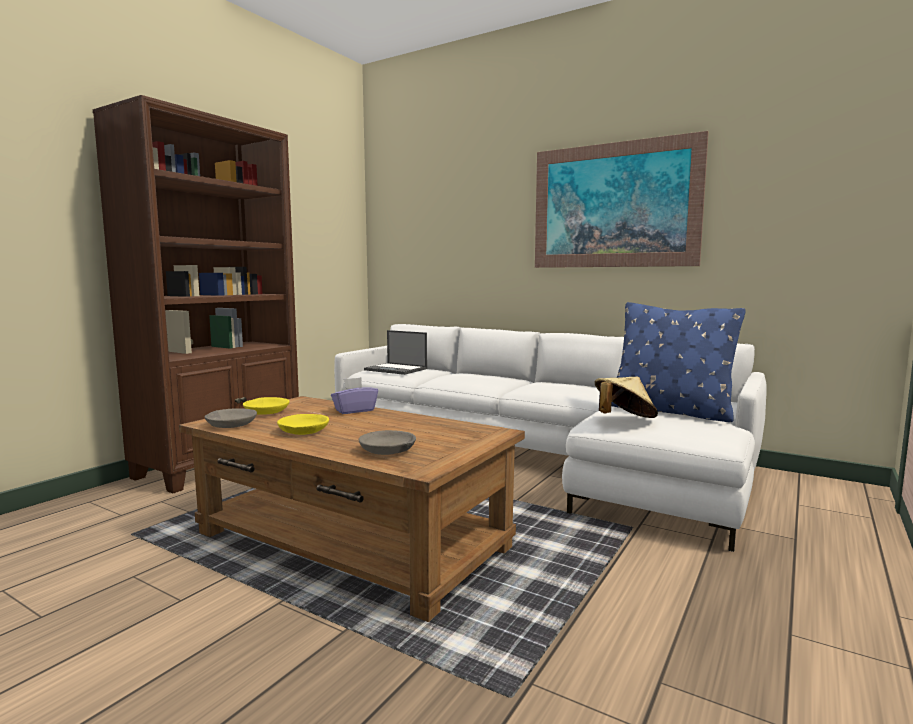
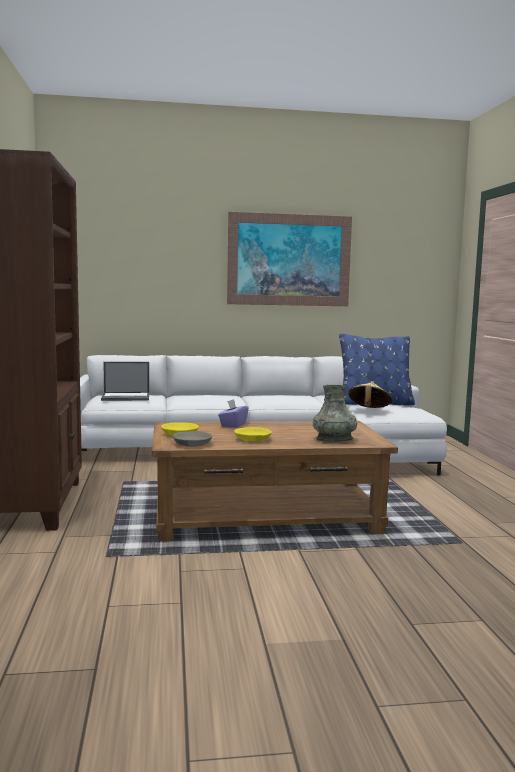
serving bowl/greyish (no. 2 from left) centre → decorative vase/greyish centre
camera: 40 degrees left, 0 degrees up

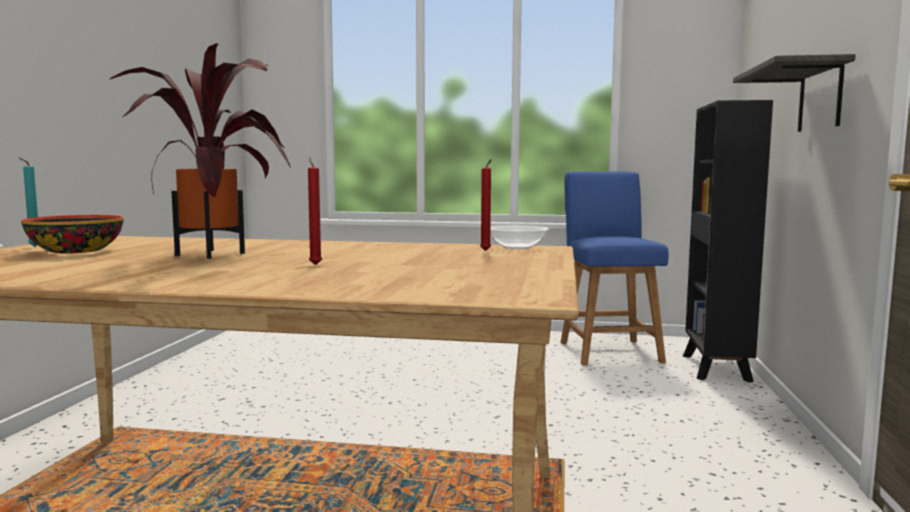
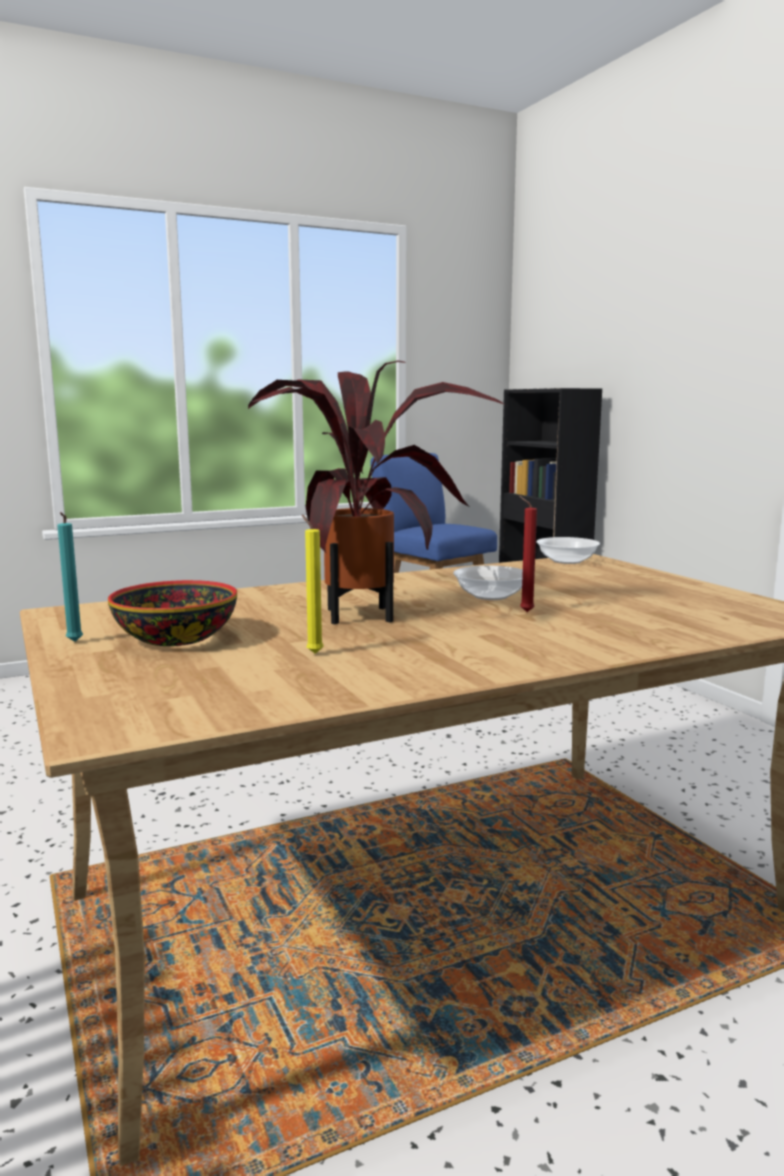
wax candle/reddish (no. 2 from left) centre → -
shelf top right → -
- → wax candle/yellowish centre
- → serving bowl (no. 2 from left) centre
camera: 35 degrees left, 5 degrees up

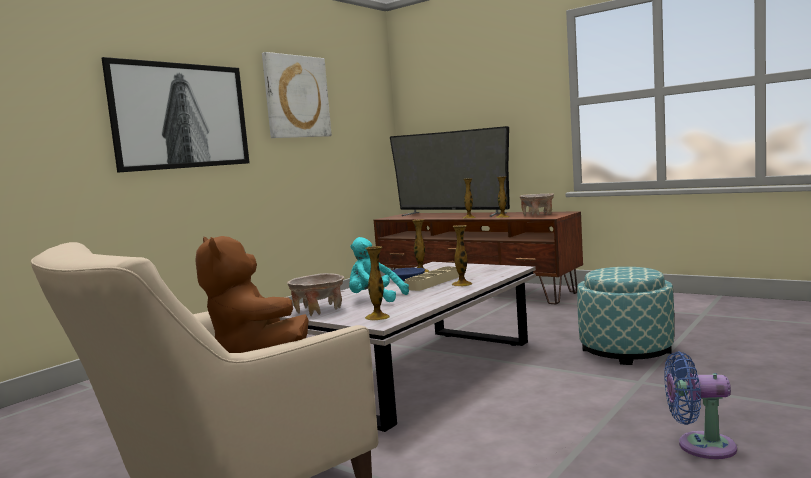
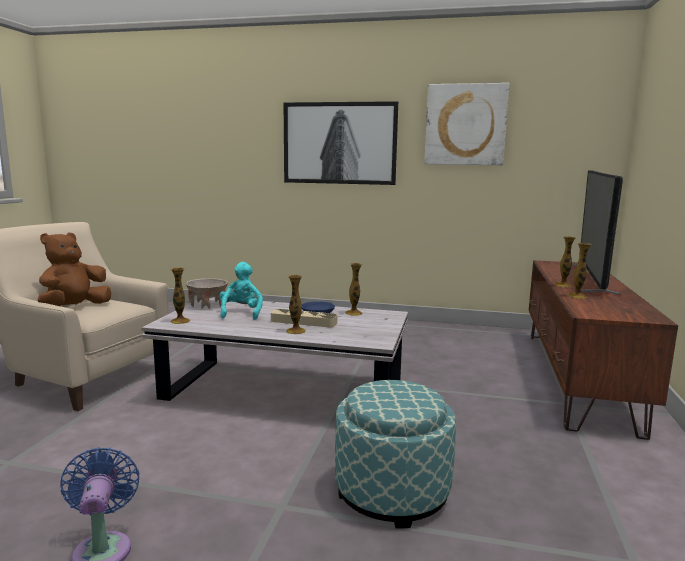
serving bowl/sand-coloured (no. 2 from left) centre → -
camera: 65 degrees right, 5 degrees up

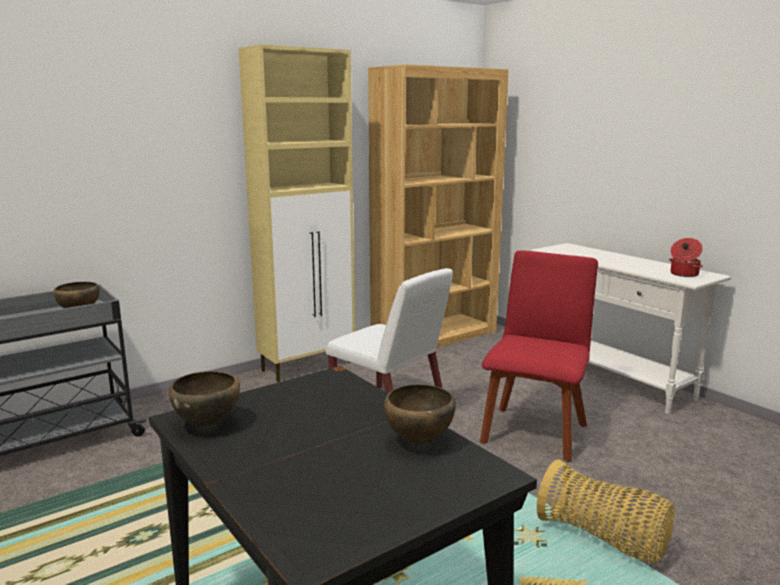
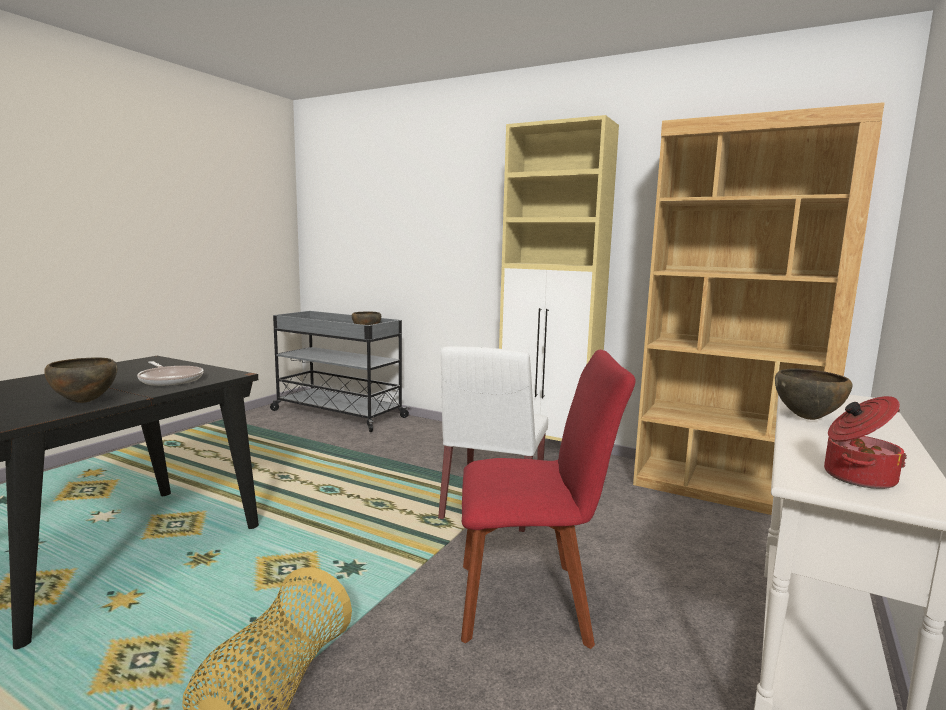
serving bowl/brown-coloured (no. 2 from left in the first image) bottom left → serving bowl/brown-coloured (no. 3 from left) middle right, shifted
- → skillet middle left
camera: 65 degrees right, 5 degrees down

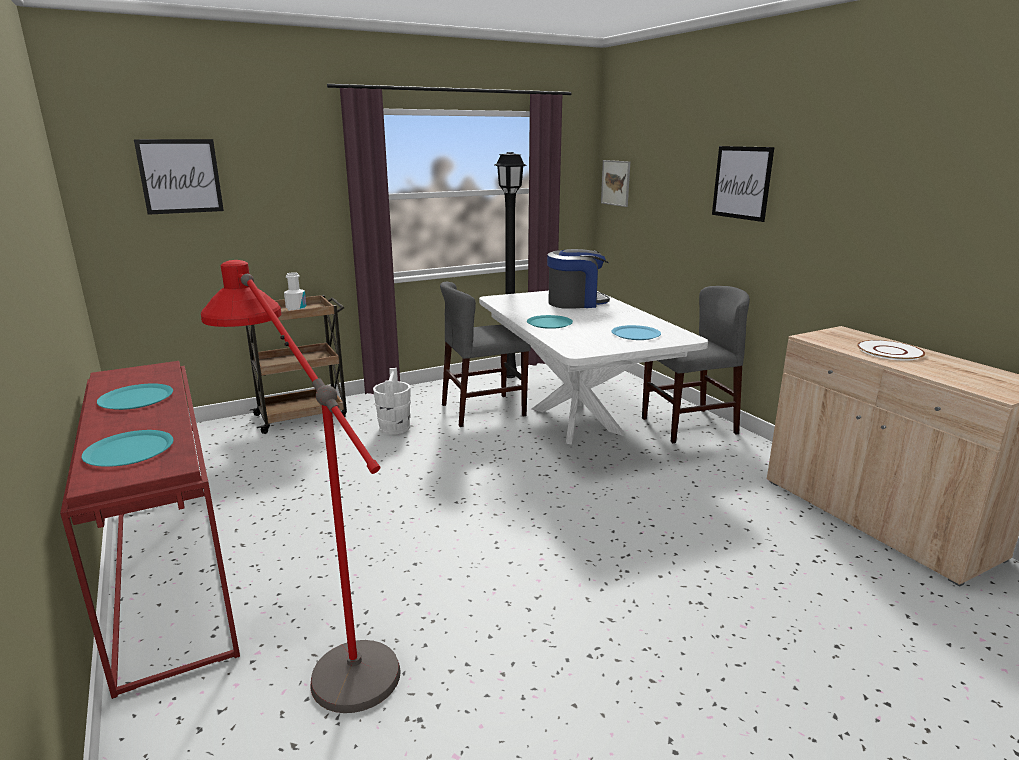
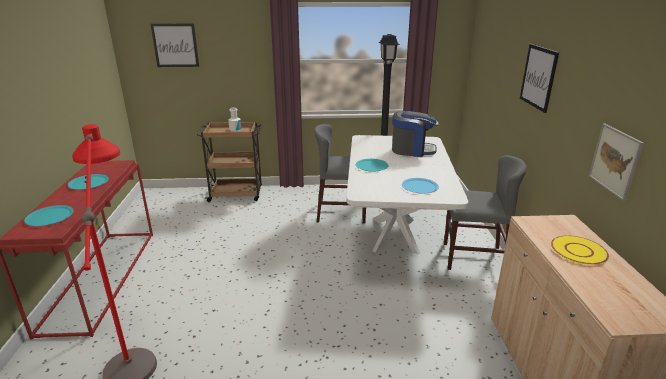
pail/white centre → -
picture (no. 2 from left in the first image) top centre → picture (no. 3 from left) middle right, shifted
flat dish/white middle right → flat dish/yellowish middle right
camera: 25 degrees right, 5 degrees up

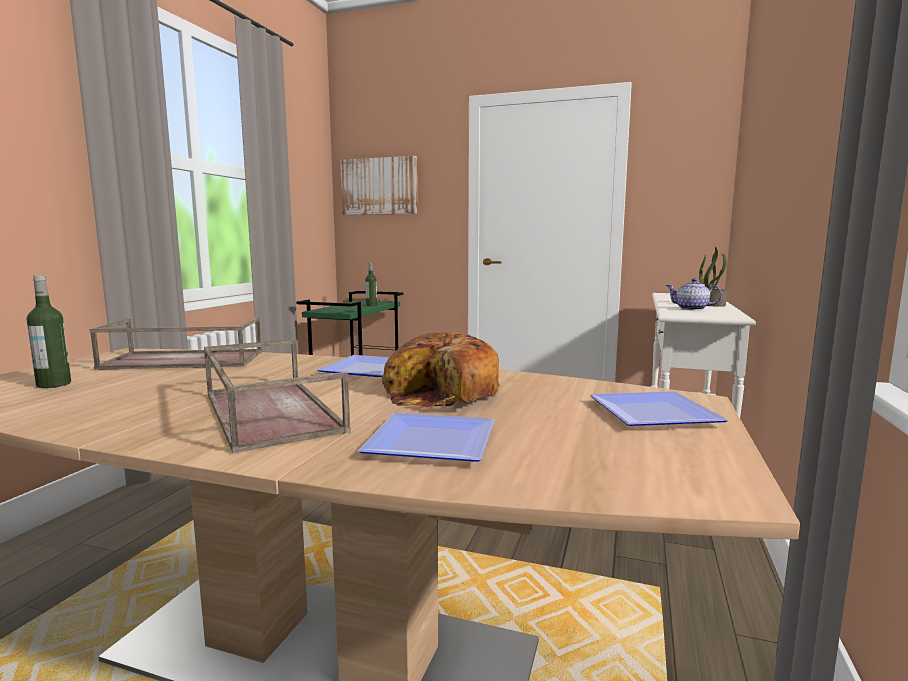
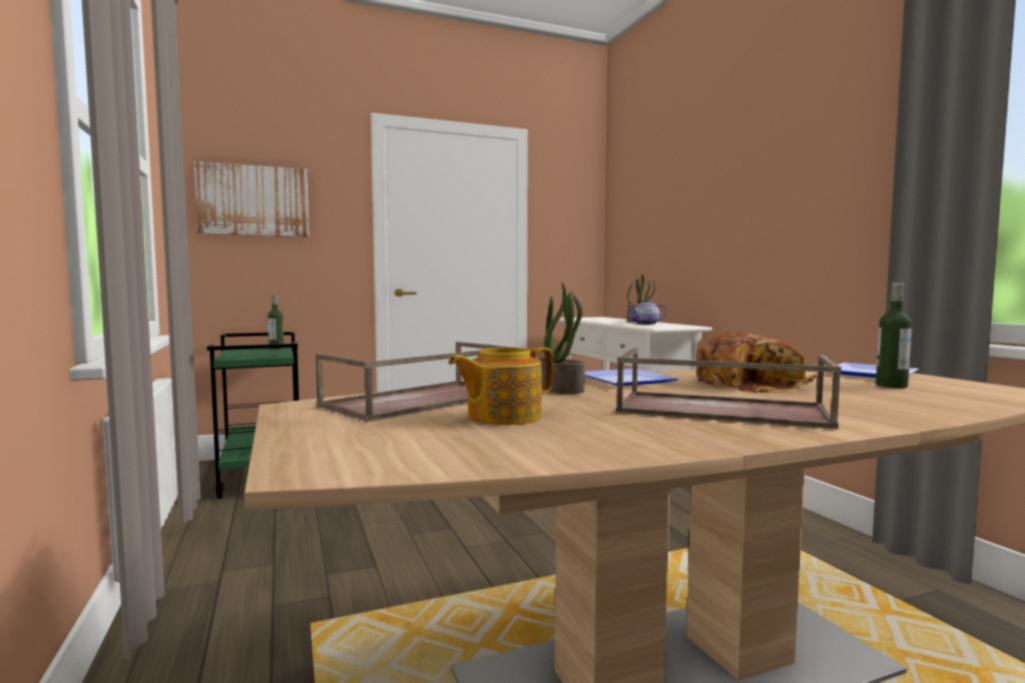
drink bottle (no. 1 from left in the first image) middle left → drink bottle (no. 2 from left) middle right, shifted
flat dish (no. 2 from left) centre → -
- → tea pot (no. 1 from left) centre
- → houseplant (no. 1 from left) centre
camera: 40 degrees left, 5 degrees down

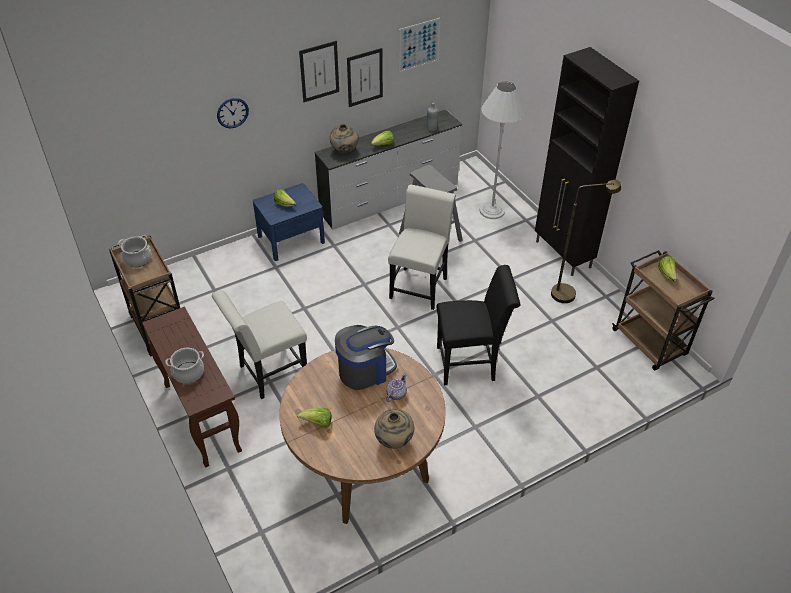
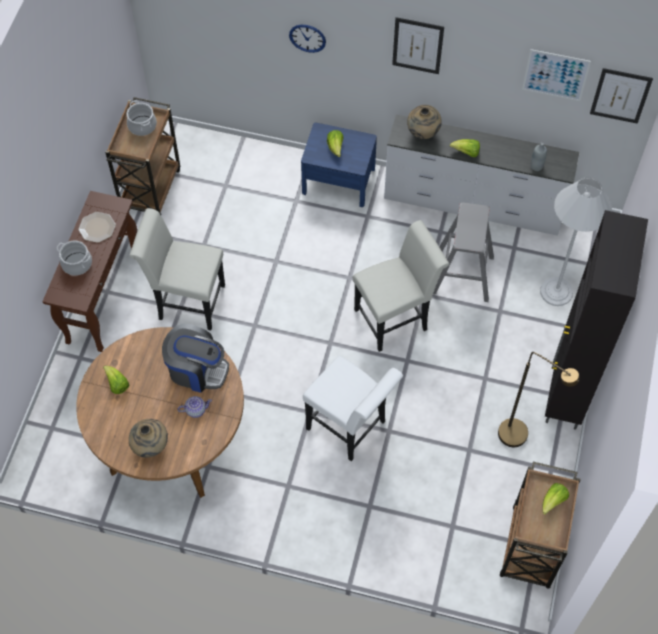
picture (no. 2 from left in the first image) top centre → picture (no. 3 from left) top right, shifted
chair/black-coloured centre → chair/white (no. 2 from left) centre
- → flat dish middle left
camera: 45 degrees right, 15 degrees up

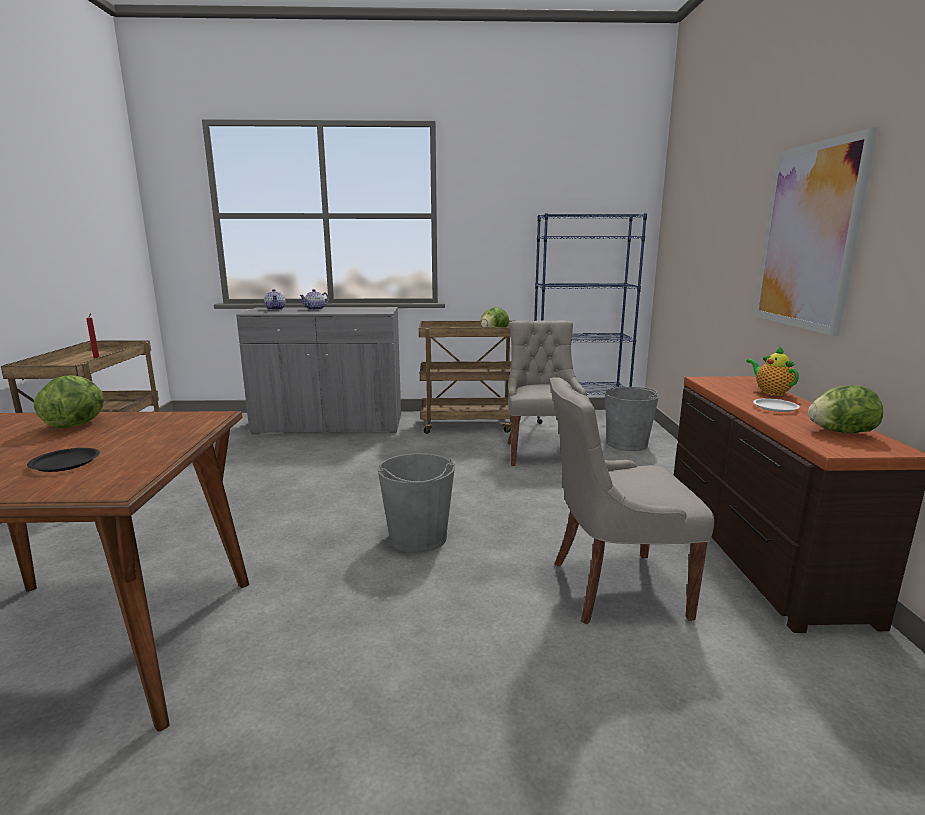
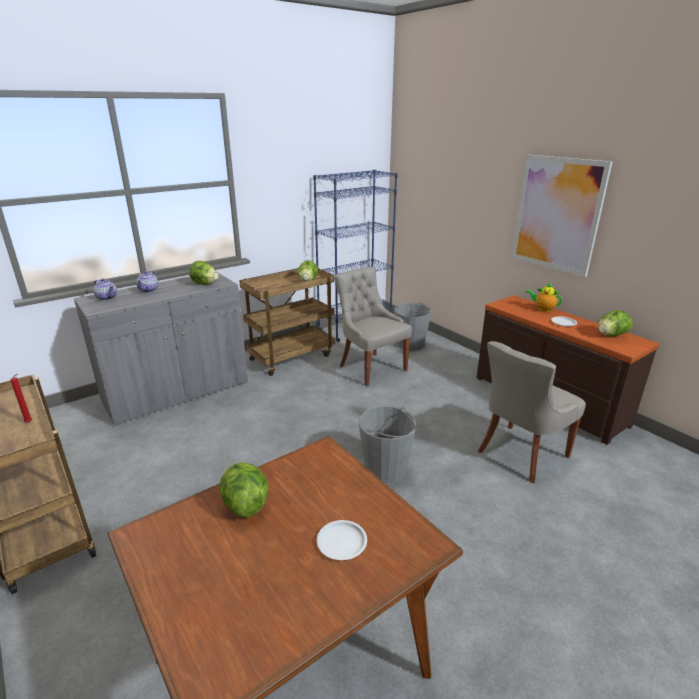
flat dish/black-coloured middle left → flat dish/white (no. 1 from left) bottom centre
- → lettuce head (no. 1 from left) middle left
camera: 35 degrees left, 10 degrees up

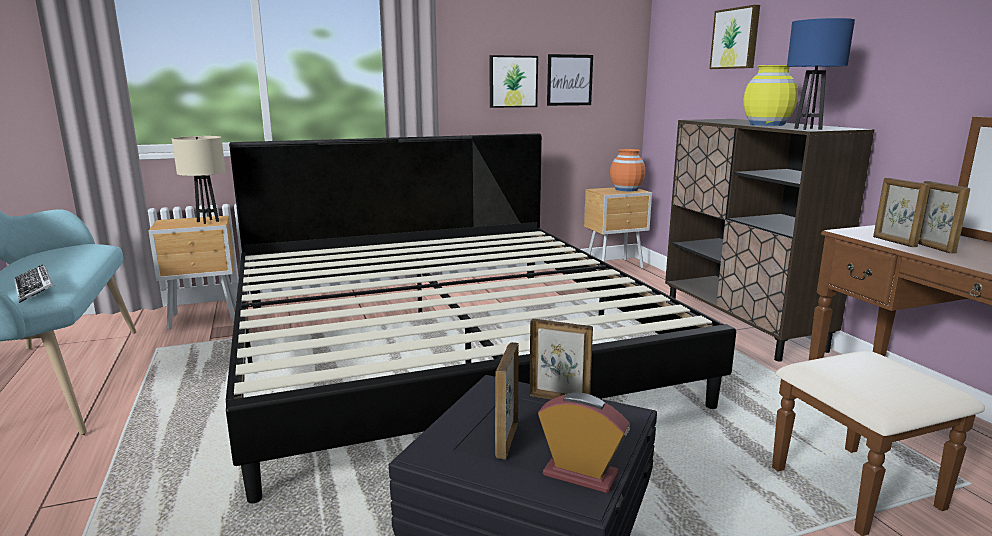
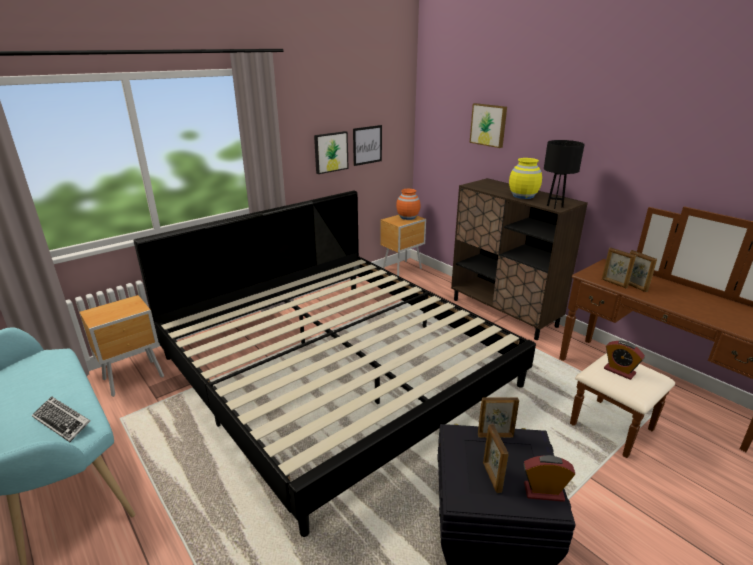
lamp for a table/sand-coloured middle left → -
lamp for a table/blue-coloured top right → lamp for a table/black-coloured top right
- → table clock (no. 2 from left) middle right
camera: 20 degrees left, 10 degrees up

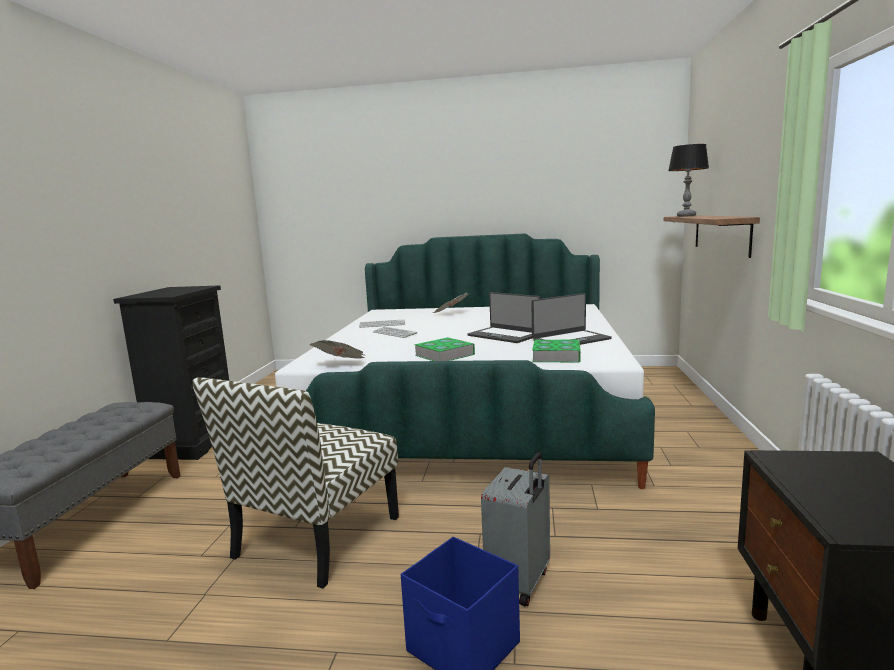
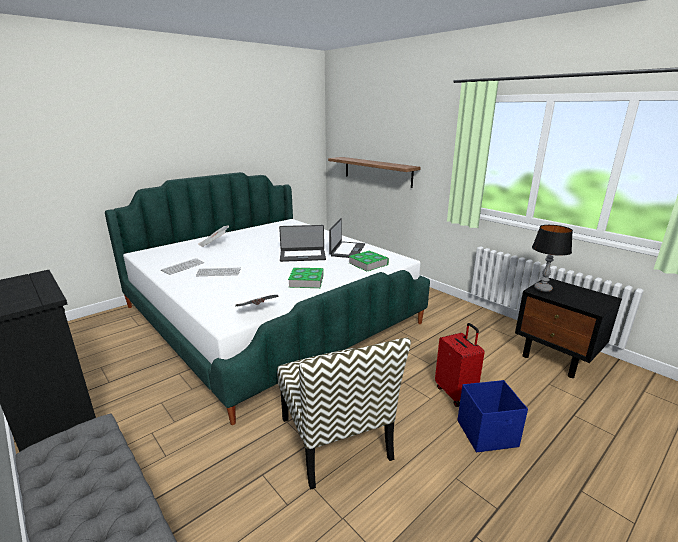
travel case/greyish bottom centre → travel case/reddish bottom right
lamp for a table top right → lamp for a table middle right, shifted
camera: 50 degrees left, 10 degrees up

